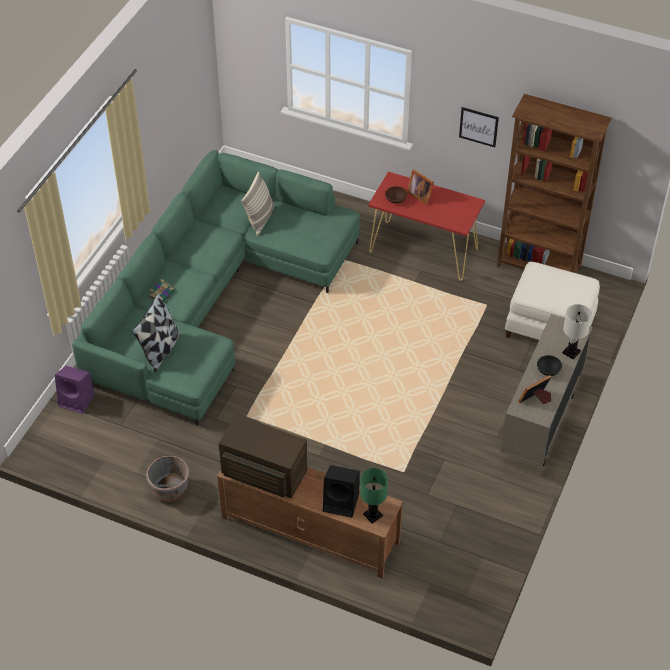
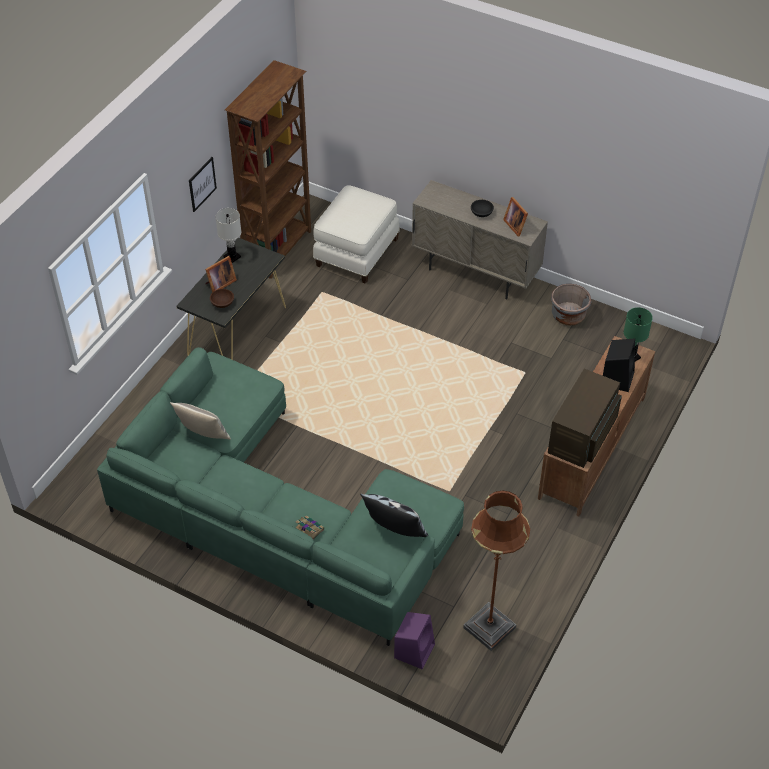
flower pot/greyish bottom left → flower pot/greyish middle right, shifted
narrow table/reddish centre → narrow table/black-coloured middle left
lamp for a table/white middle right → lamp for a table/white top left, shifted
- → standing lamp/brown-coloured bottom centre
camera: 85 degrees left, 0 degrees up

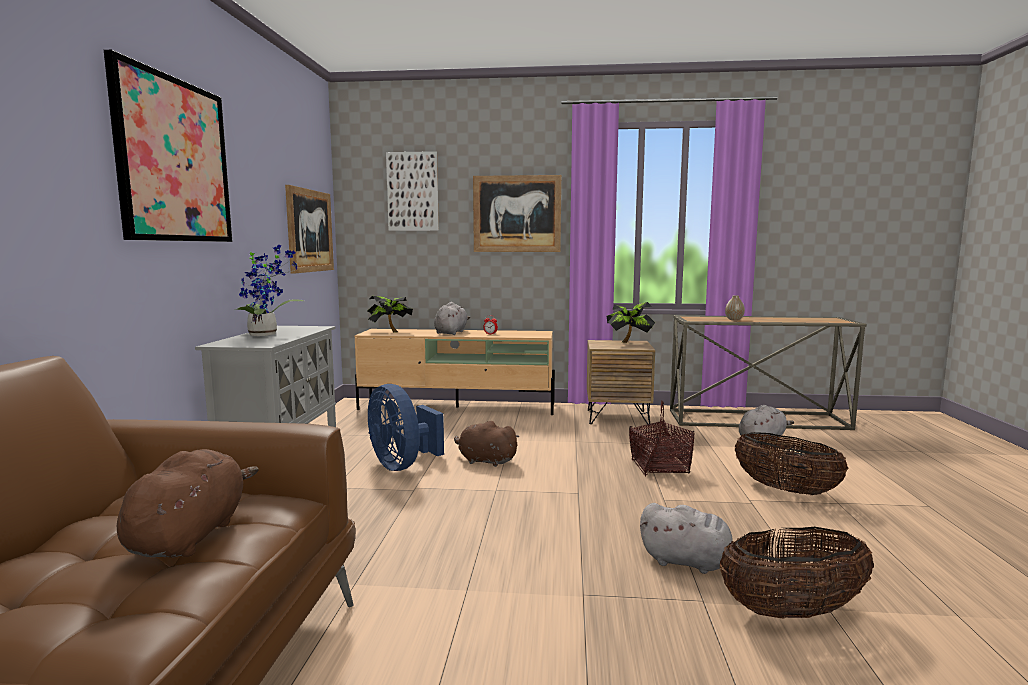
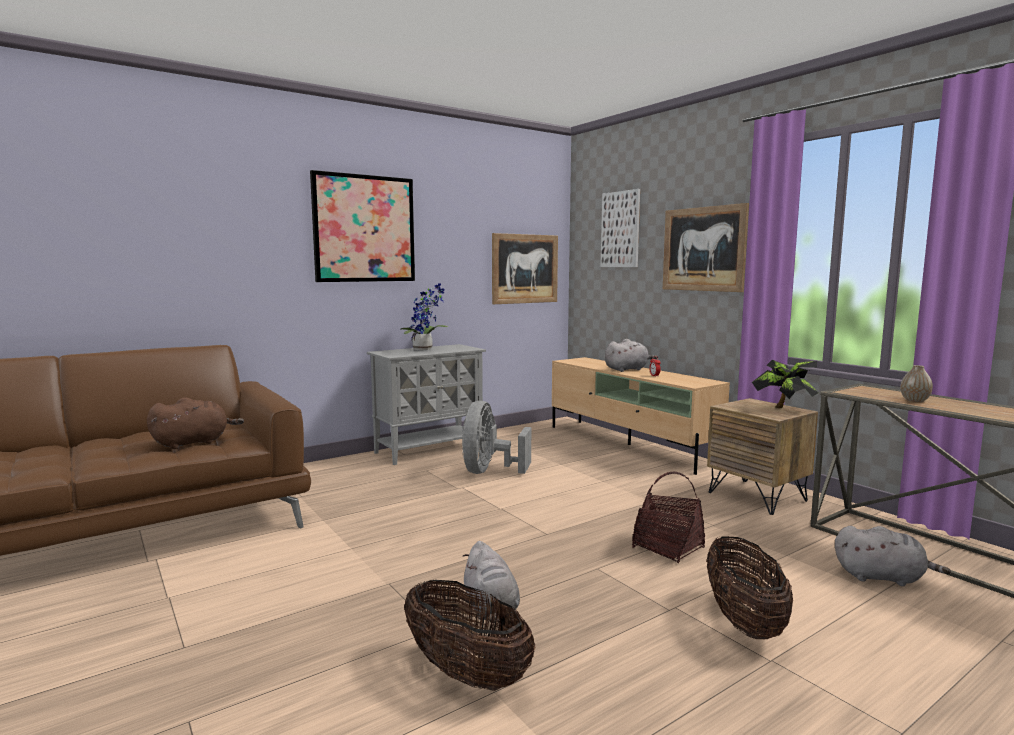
houseplant (no. 2 from left) centre → -
electric fan/blue-coloured centre → electric fan/greyish centre
plush toy/brown-coloured (no. 2 from left) centre → -
camera: 50 degrees right, 0 degrees up

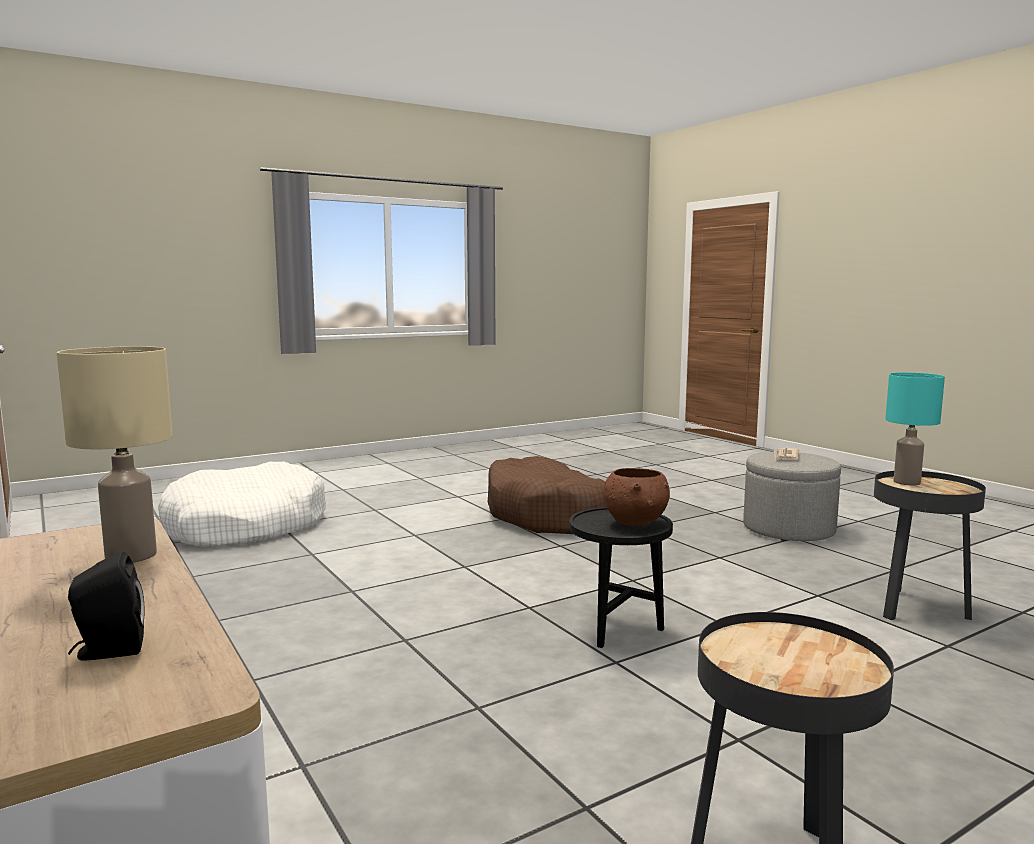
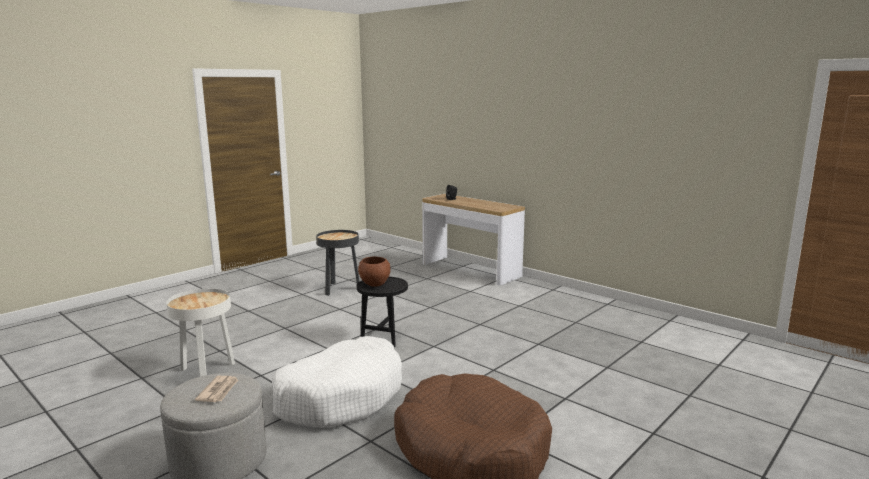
lamp for a table/sand-coloured middle left → -
dog bed/white middle left → dog bed/white bottom centre, shifted
end table/black-coloured (no. 3 from left) middle right → end table/white bottom left
lamp for a table/blue-green middle right → -
camera: 165 degrees right, 5 degrees up

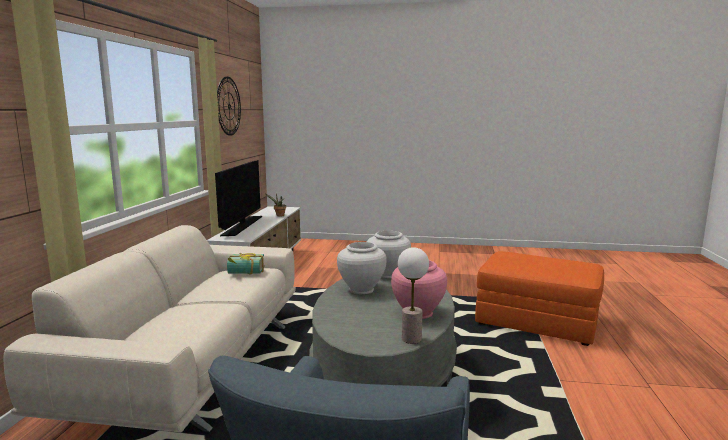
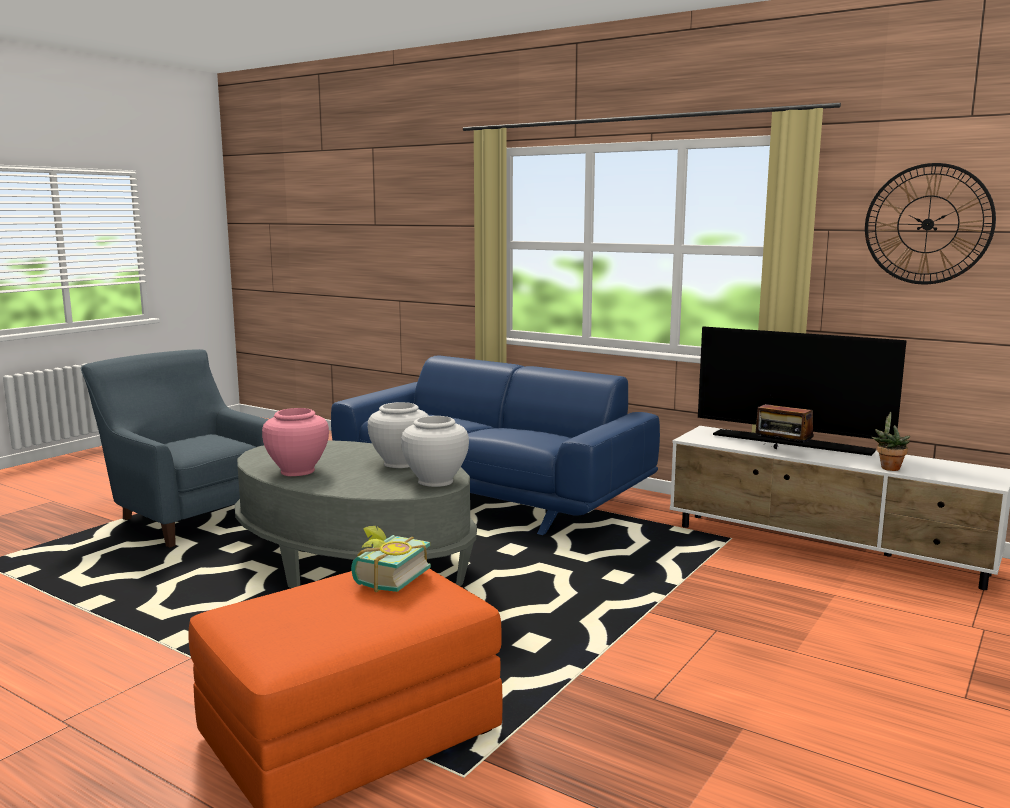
sofa/sand-coloured bottom left → sofa/blue-coloured centre
volume centre → volume bottom centre, shifted
lamp for a table bottom centre → -
- → radio middle right
camera: 115 degrees right, 0 degrees up

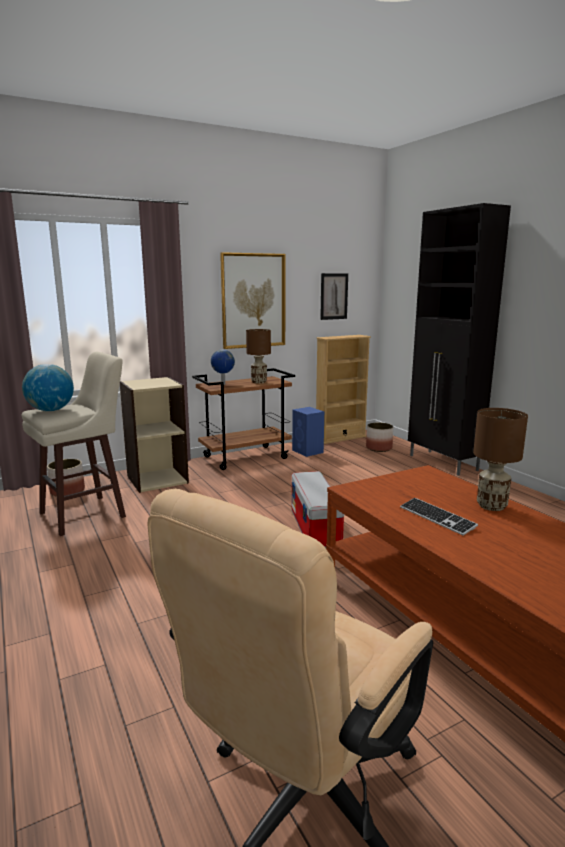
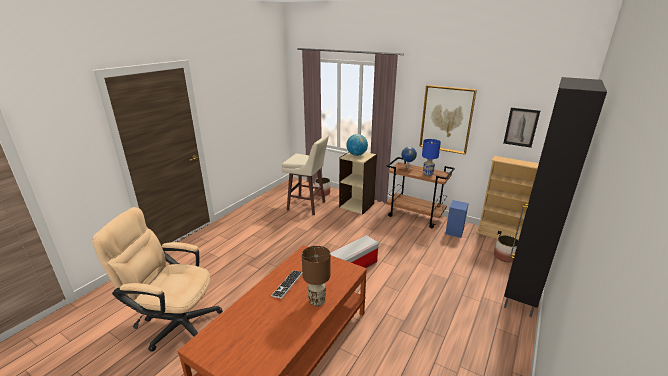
desk globe (no. 1 from left) middle left → desk globe (no. 1 from left) centre, shifted
lamp for a table/brown-coloured (no. 1 from left) centre → lamp for a table/blue-coloured centre
camera: 60 degrees right, 10 degrees up

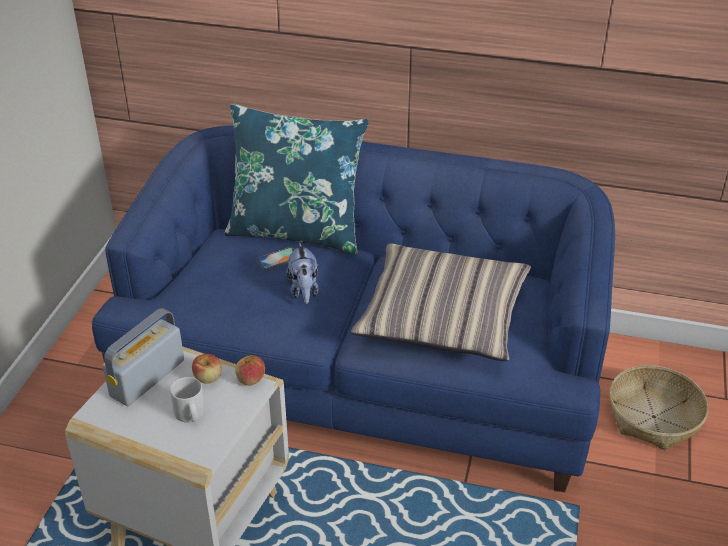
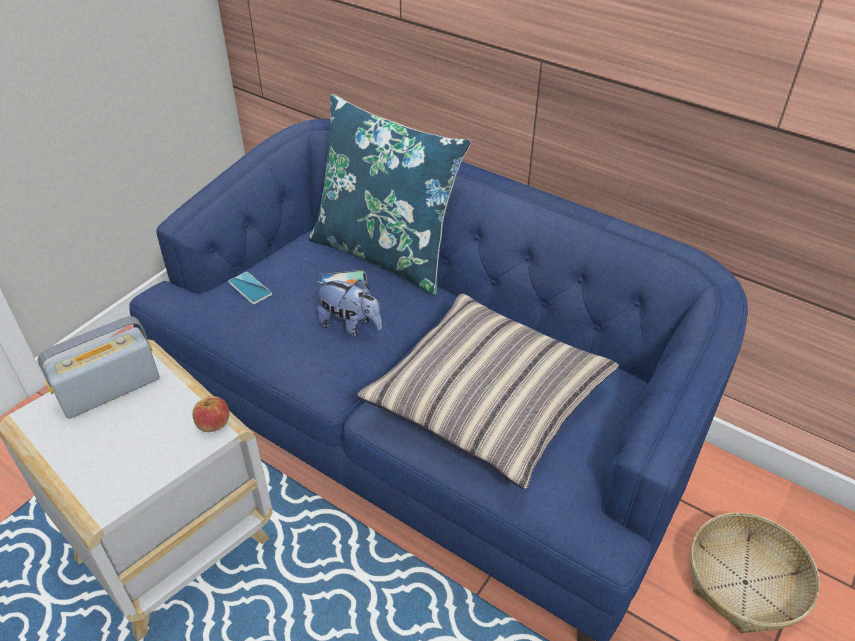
mug/greyish bottom left → -
whole apple (no. 1 from left) bottom left → -
plush toy centre, 75 degrees counterclockwise
- → telephone (no. 1 from left) middle left
camera: 20 degrees right, 5 degrees up

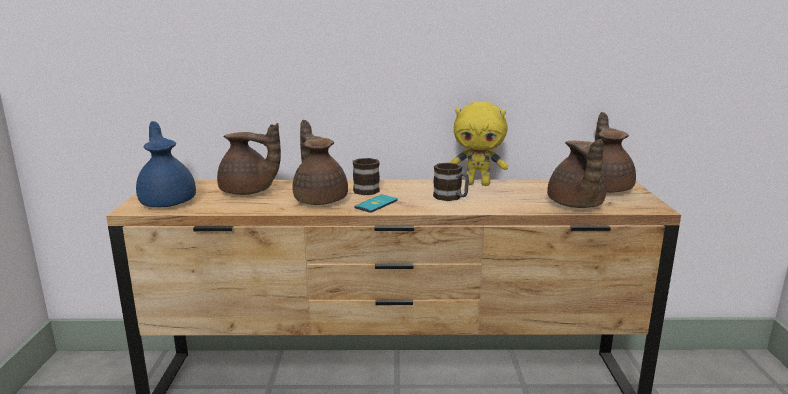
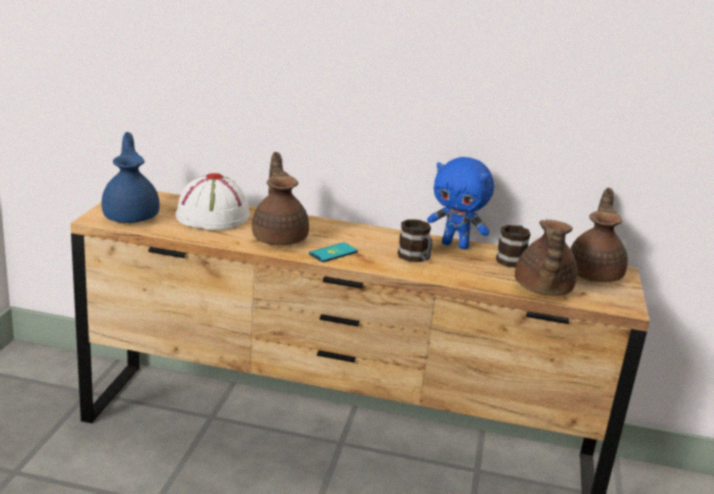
tea pot/brown-coloured (no. 1 from left) middle left → hat/white middle left
mug (no. 1 from left in the first image) centre → mug (no. 2 from left) middle right, shifted
plush toy/yellowish centre → plush toy/blue-coloured centre
camera: 10 degrees right, 5 degrees up

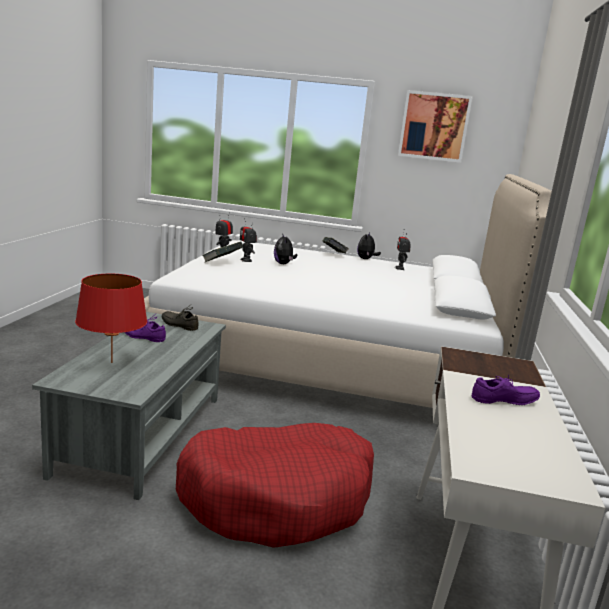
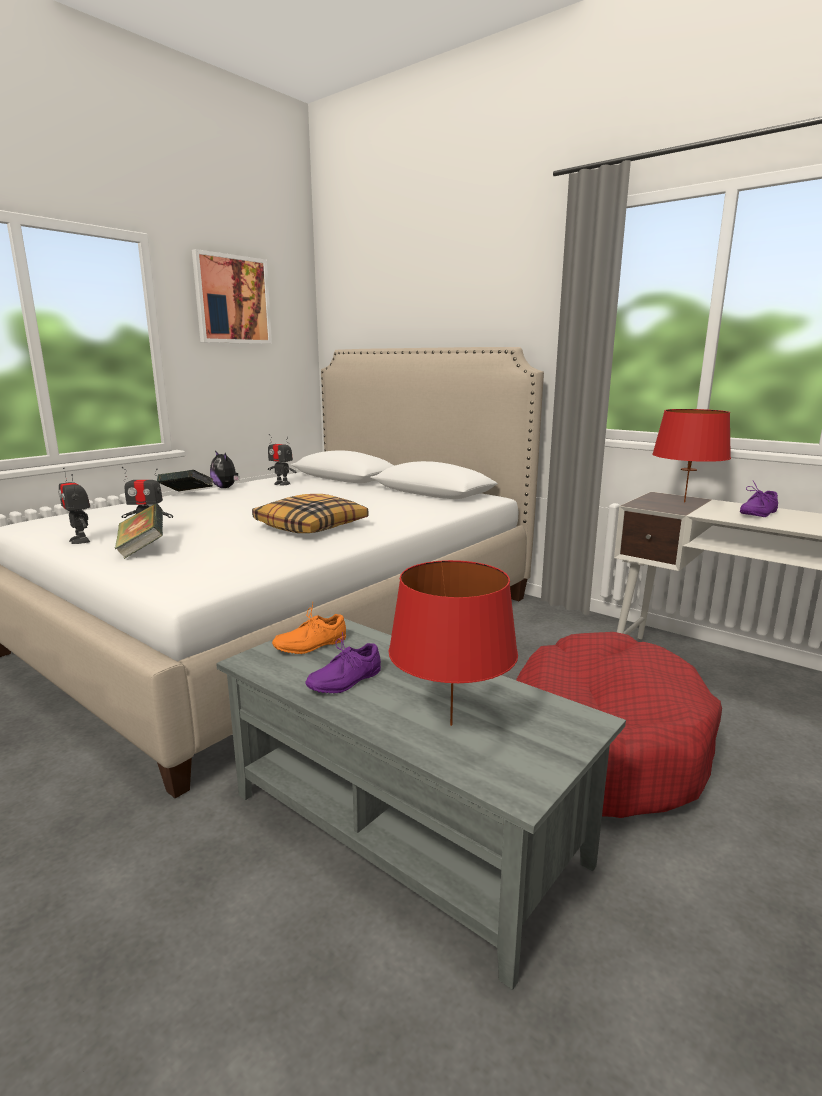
low shoe/greyish middle left → low shoe/orangey centre
plush toy (no. 1 from left) centre → -
low shoe/purple-coloured (no. 2 from left) middle right, 150 degrees counterclockwise
- → throw pillow centre
- → lamp for a table/reddish (no. 2 from left) middle right
camera: 60 degrees left, 0 degrees up

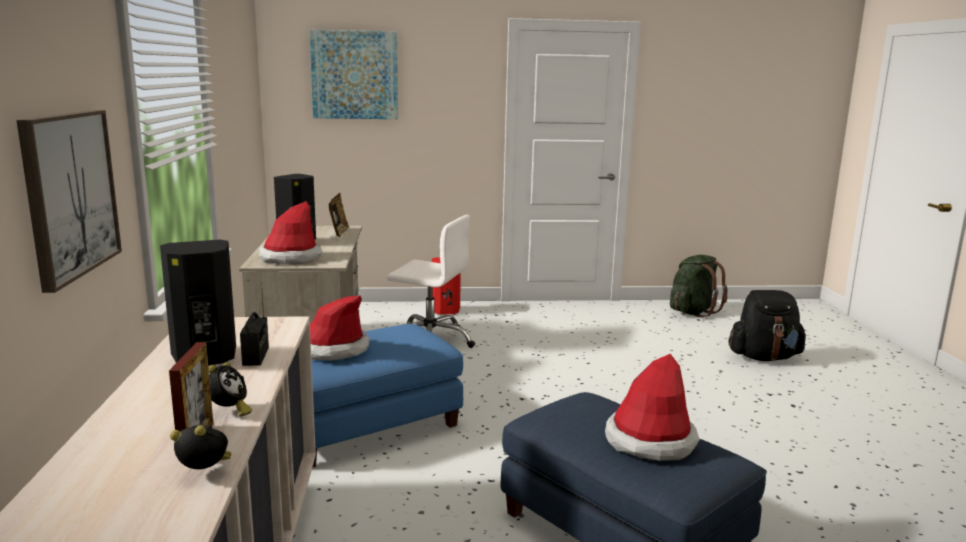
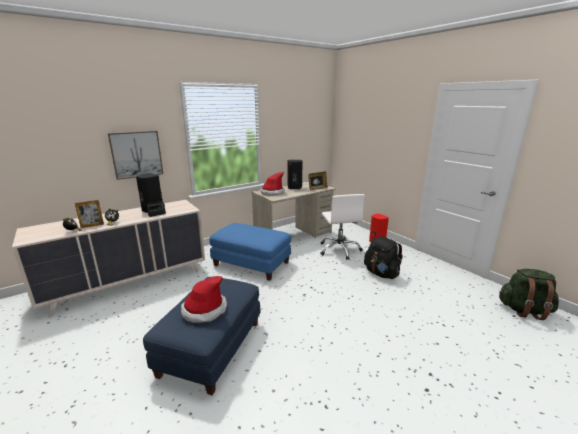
picture (no. 2 from left) top centre → -
hat (no. 2 from left) centre → -
backpack/black-coloured middle right → backpack/black-coloured centre, shifted
camera: 60 degrees right, 5 degrees up

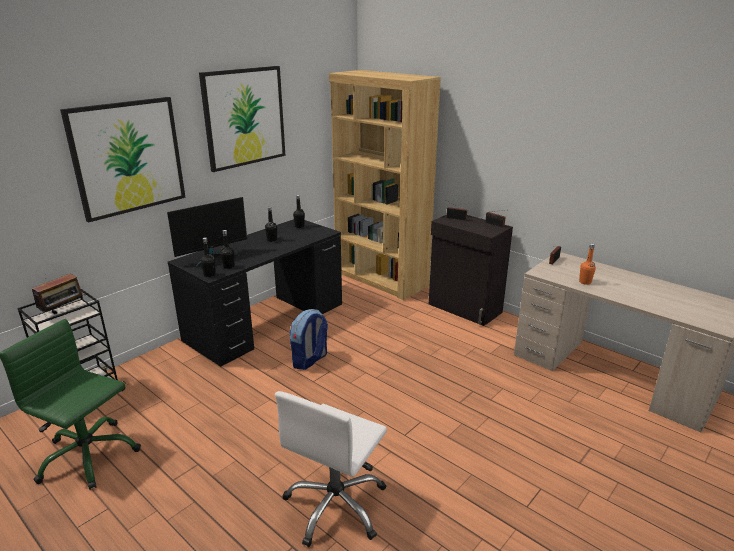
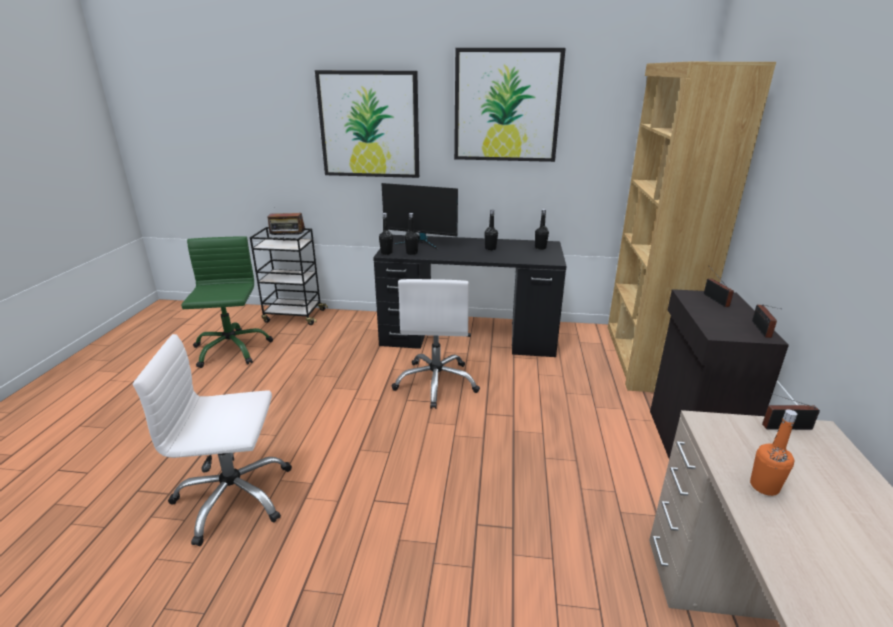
backpack centre → office chair/white (no. 2 from left) centre
camera: 55 degrees right, 0 degrees up

